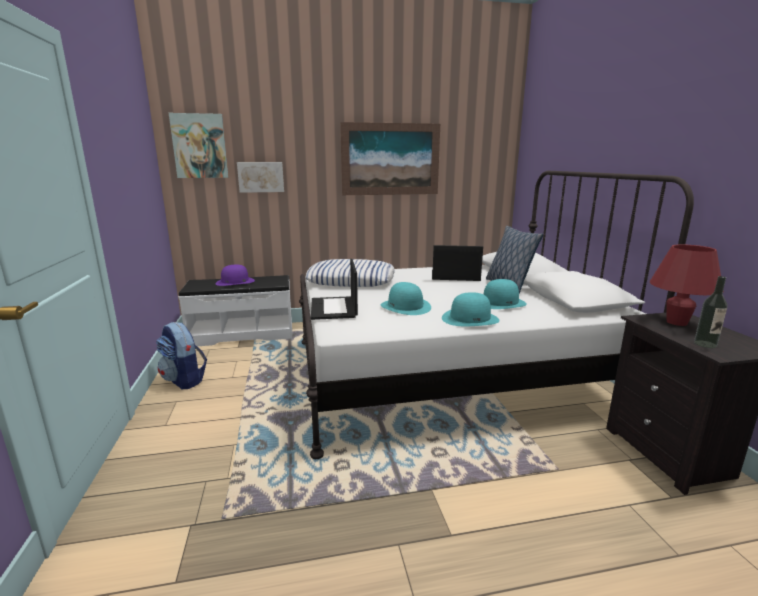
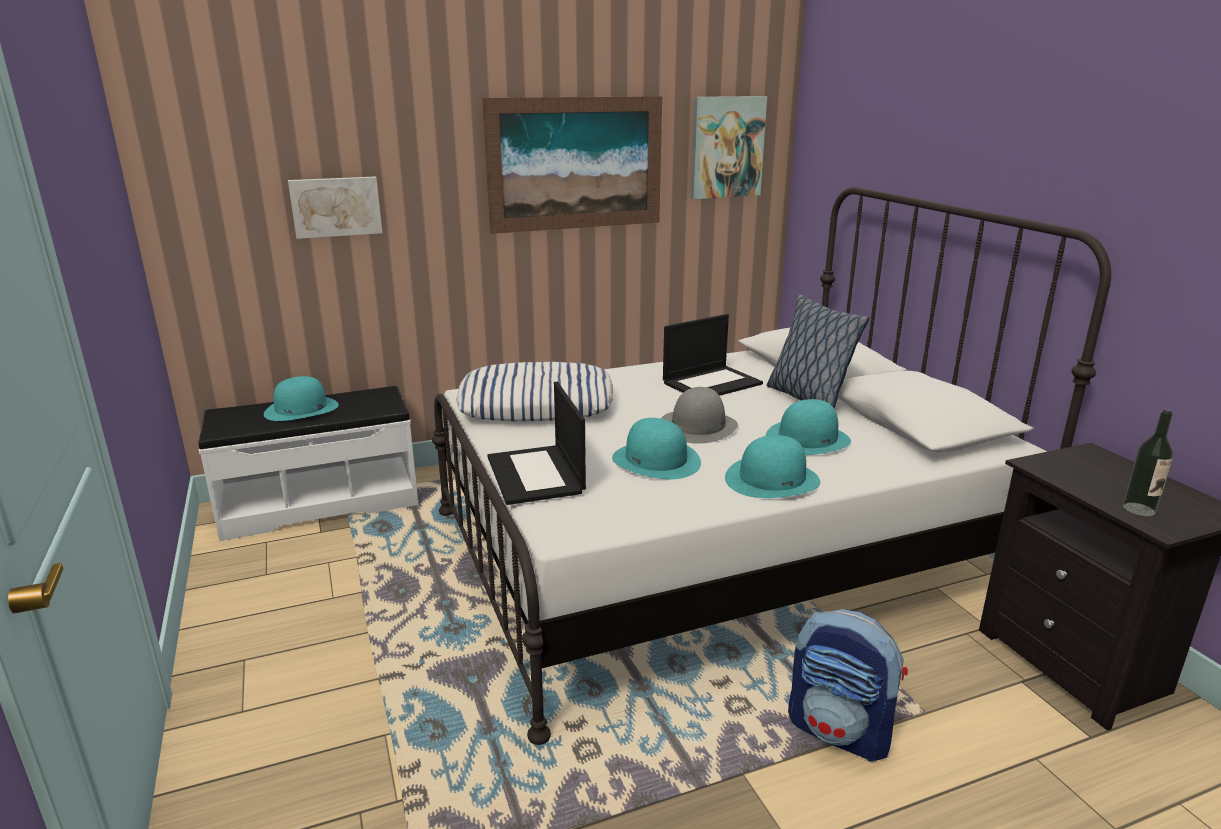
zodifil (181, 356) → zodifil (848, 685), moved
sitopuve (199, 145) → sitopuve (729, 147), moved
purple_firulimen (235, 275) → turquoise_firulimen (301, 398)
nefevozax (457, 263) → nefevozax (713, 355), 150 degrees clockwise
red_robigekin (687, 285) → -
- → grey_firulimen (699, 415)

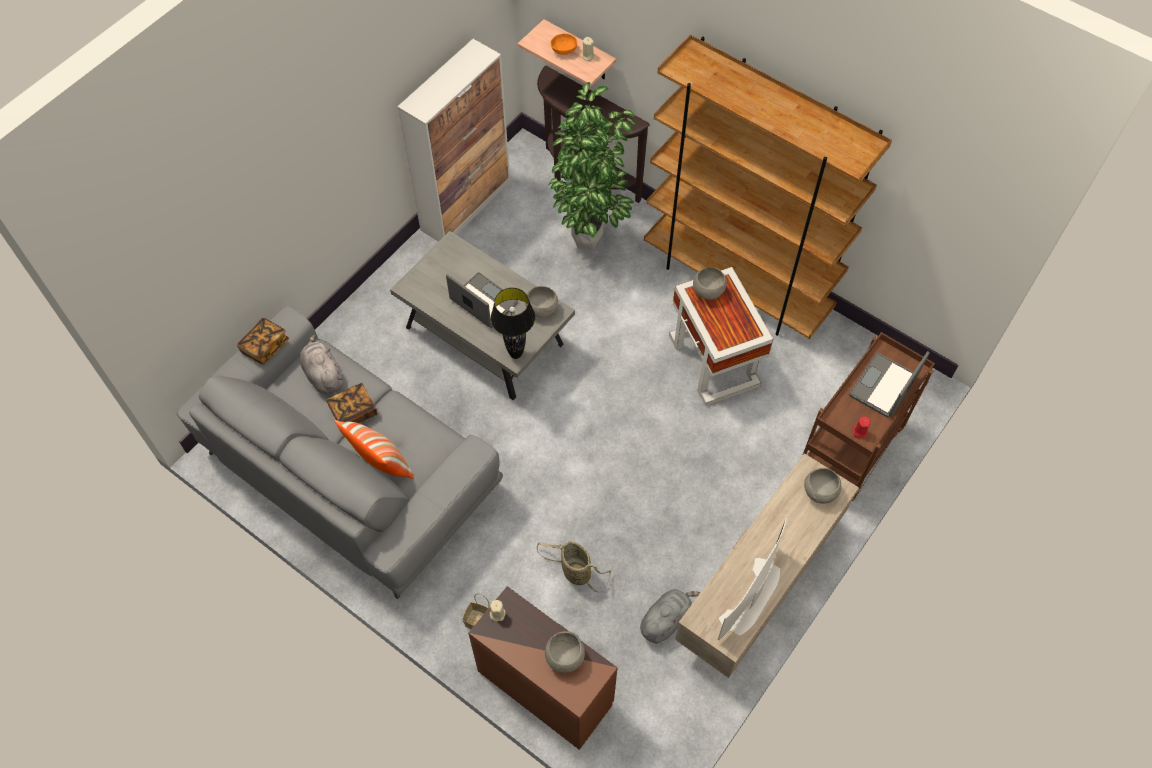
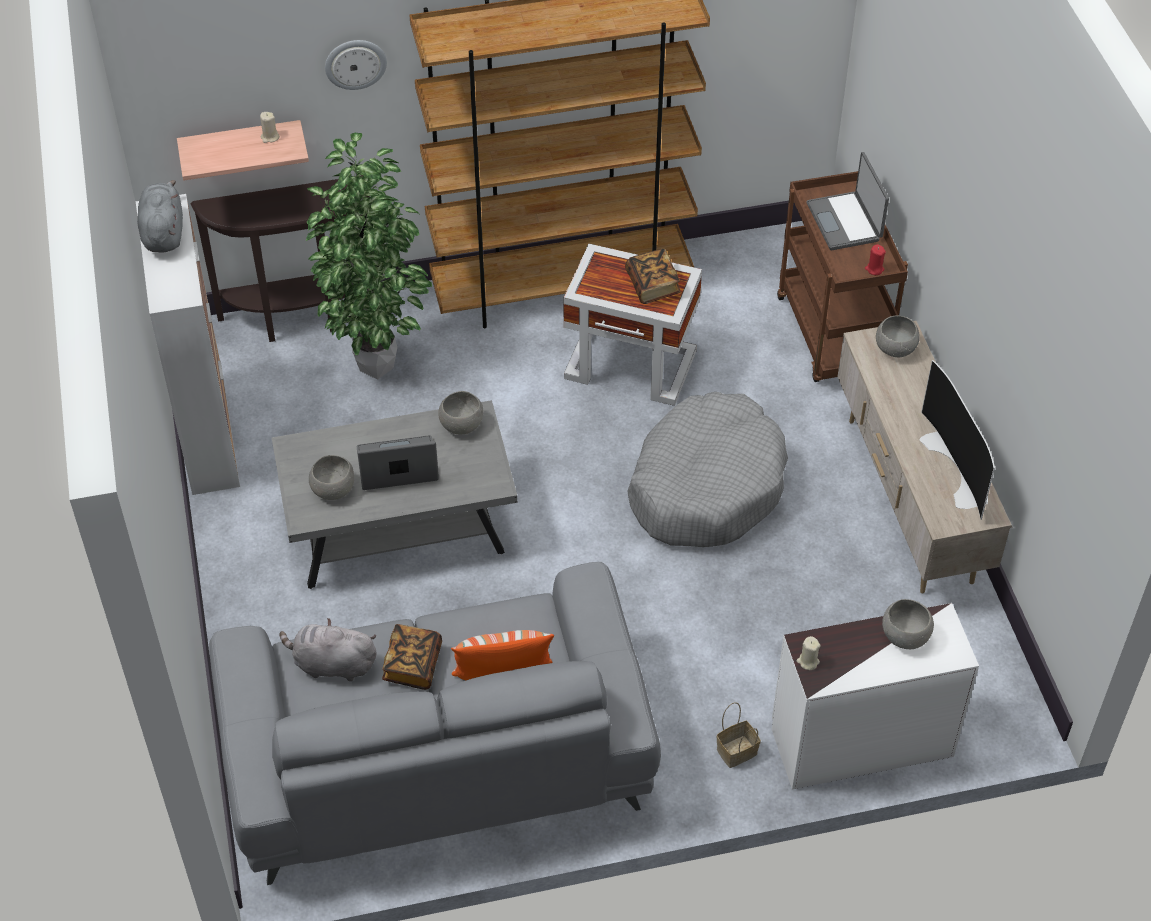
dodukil (263, 341) → dodukil (653, 276), moved
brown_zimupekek (542, 668) → white_zimupekek (875, 696)
black_robigekin (513, 323) → -
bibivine (574, 567) → -
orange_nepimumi (563, 44) → -
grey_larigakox (670, 616) → grey_larigakox (160, 216), moved
grey_nepimumi (710, 283) → grey_nepimumi (331, 477), moved
- → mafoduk (356, 65)
- → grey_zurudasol (707, 469)

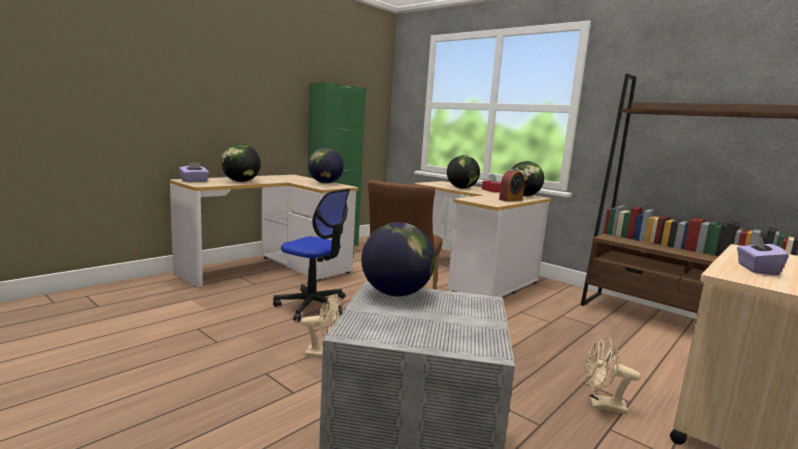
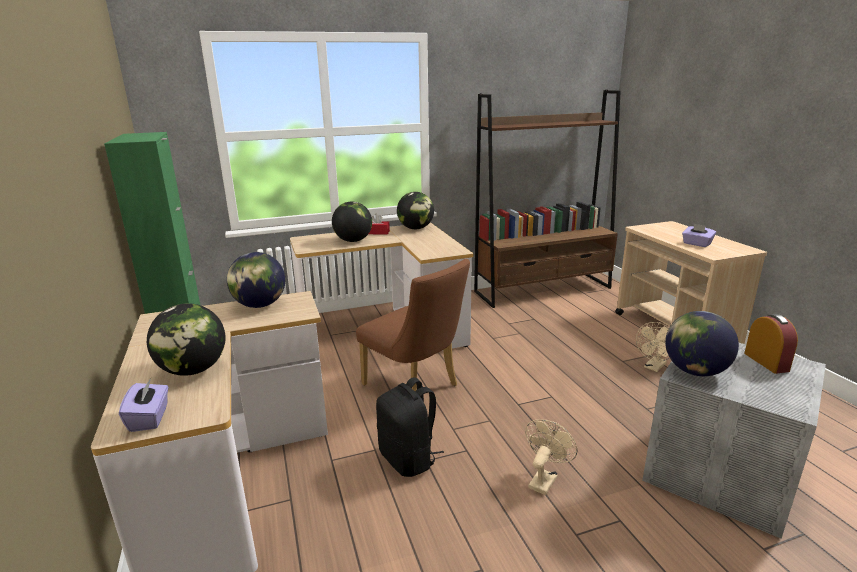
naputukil (311, 255) → black_zodifil (410, 427)
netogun (512, 185) → netogun (771, 344), moved

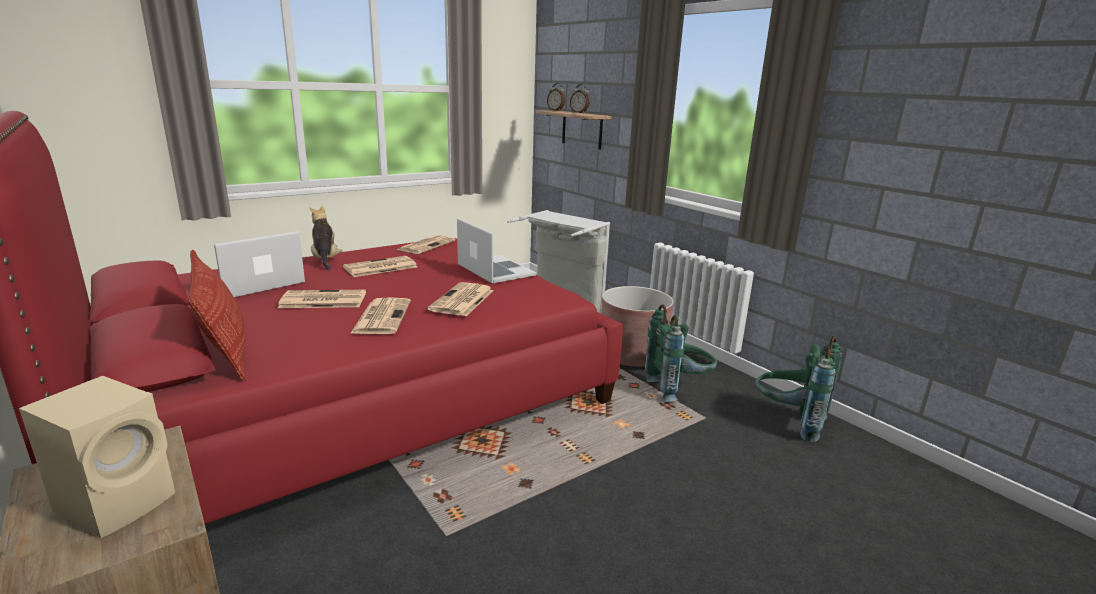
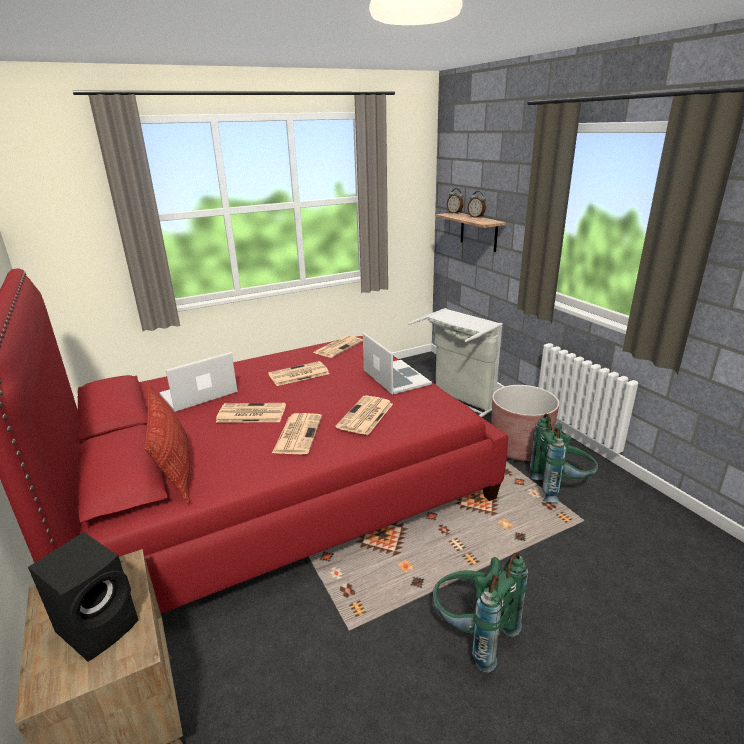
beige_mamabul (97, 457) → black_mamabul (83, 597)
larigakox (326, 238) → -
green_zodifil (798, 389) → green_zodifil (480, 613), moved

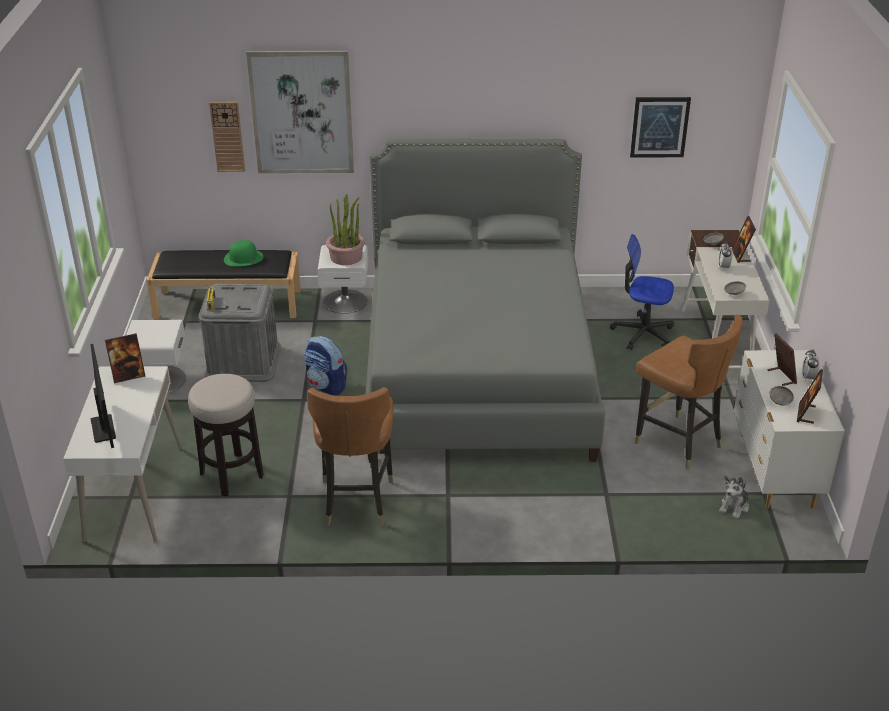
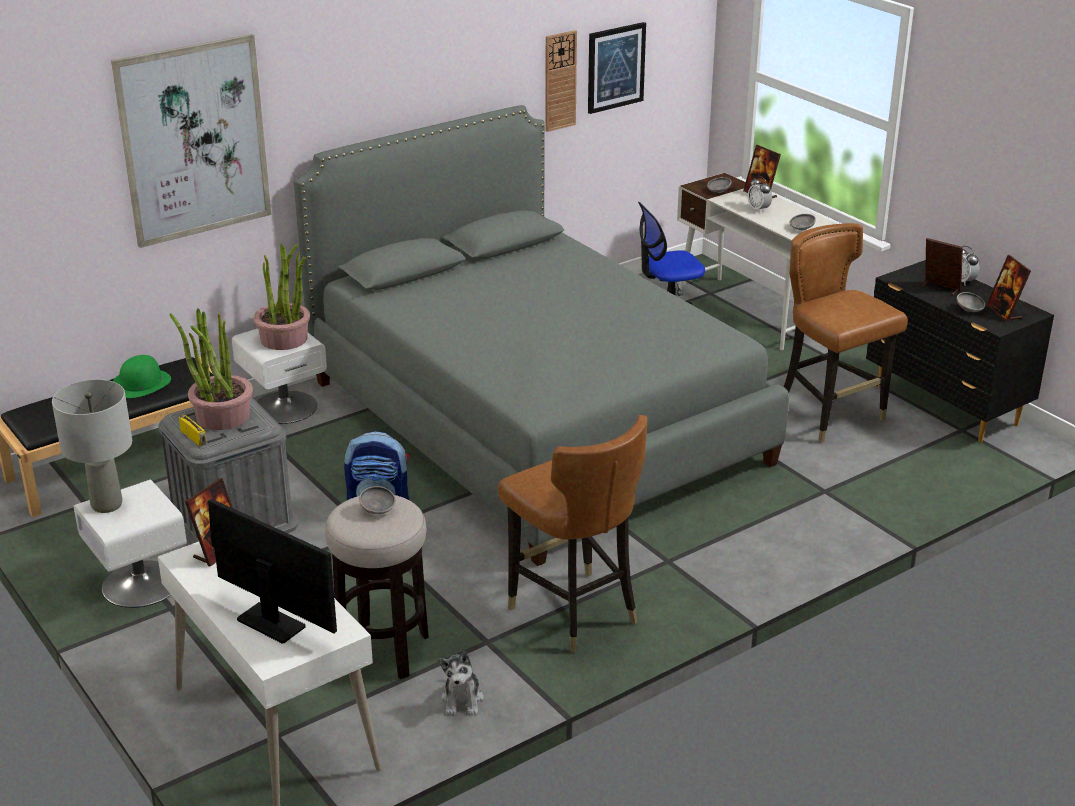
mafoduk (227, 137) → mafoduk (561, 81), moved
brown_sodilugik (689, 392) → brown_sodilugik (846, 333), 135 degrees counterclockwise
larigakox (734, 497) → larigakox (461, 683), moved
white_zimupekek (789, 429) → black_zimupekek (960, 351)
- → grey_robigekin (92, 446)
- → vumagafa (211, 369)
- → grey_nepimumi (377, 500)

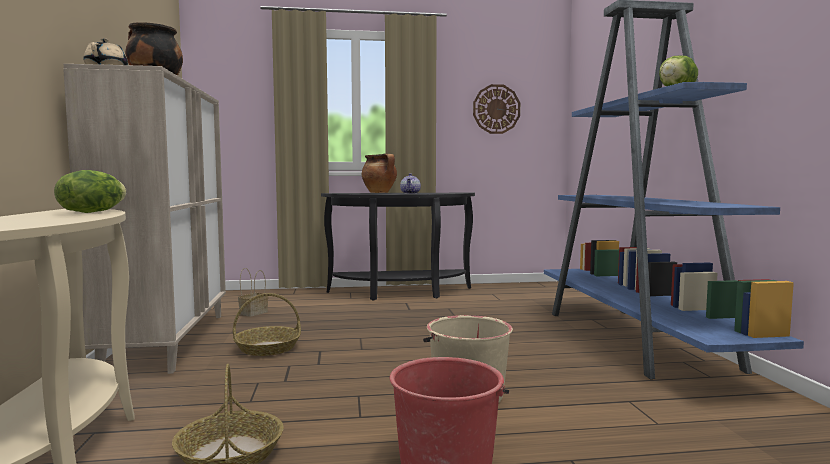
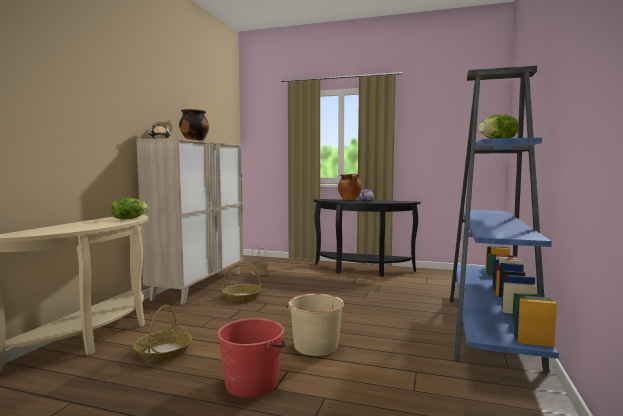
mafoduk (496, 109) → -

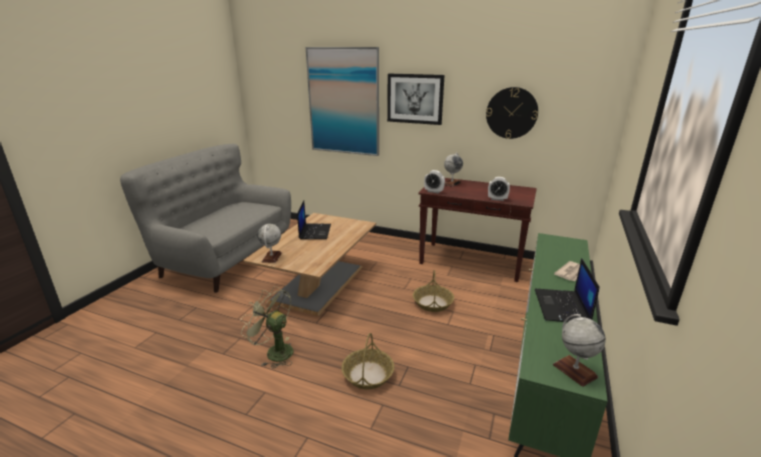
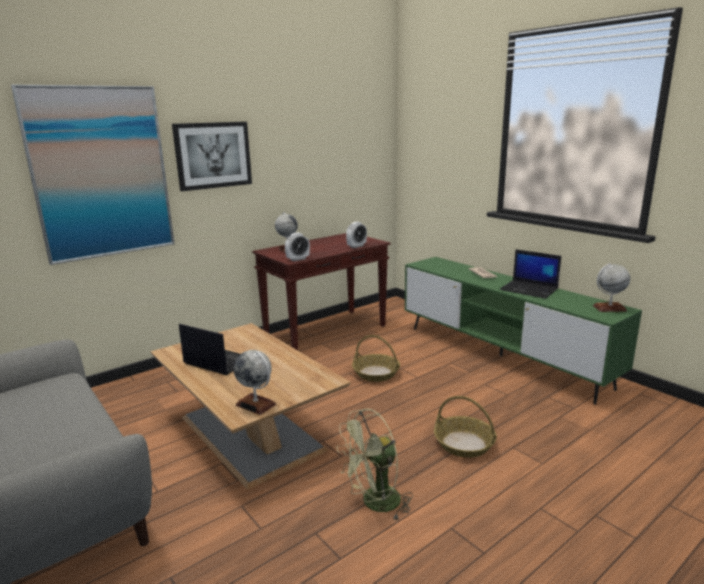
mafoduk (512, 113) → -

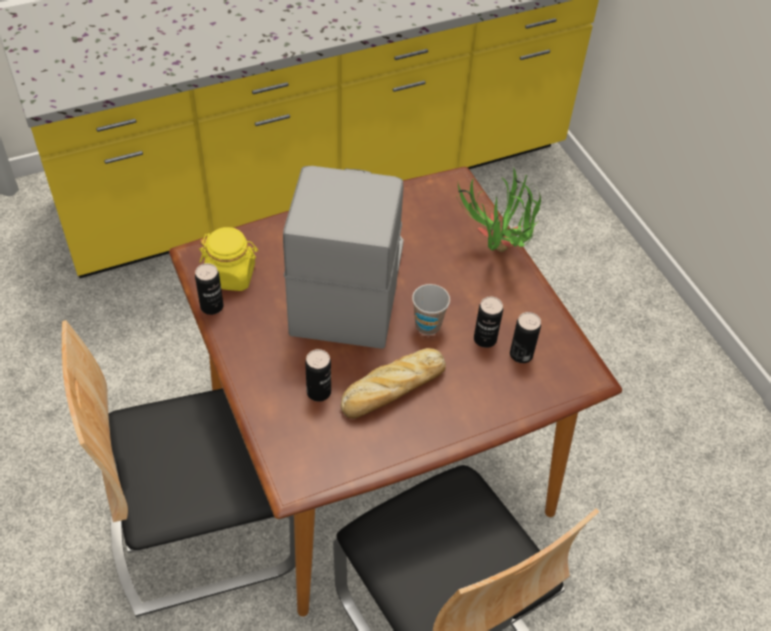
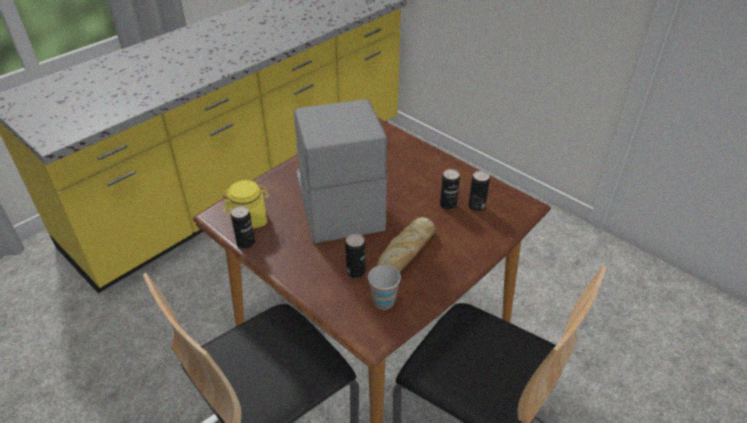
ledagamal (431, 309) → ledagamal (384, 287), moved
vumagafa (499, 209) → -

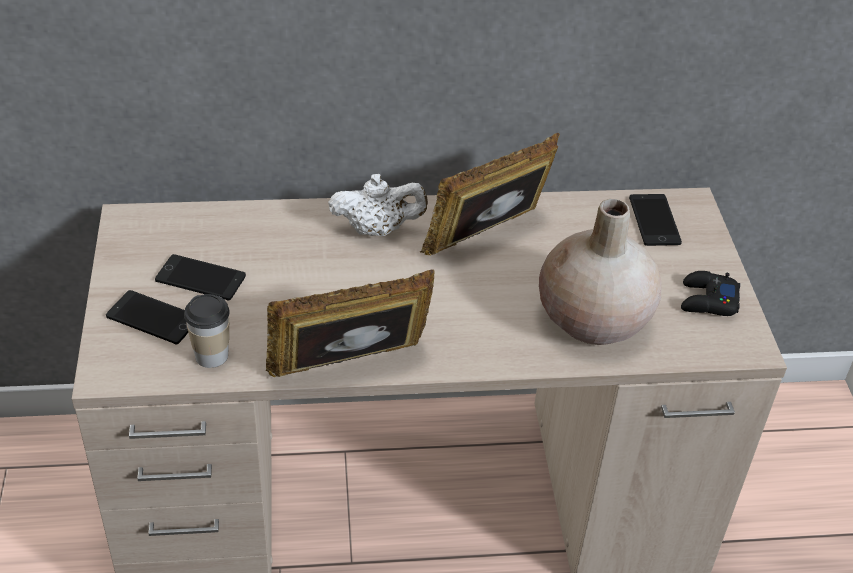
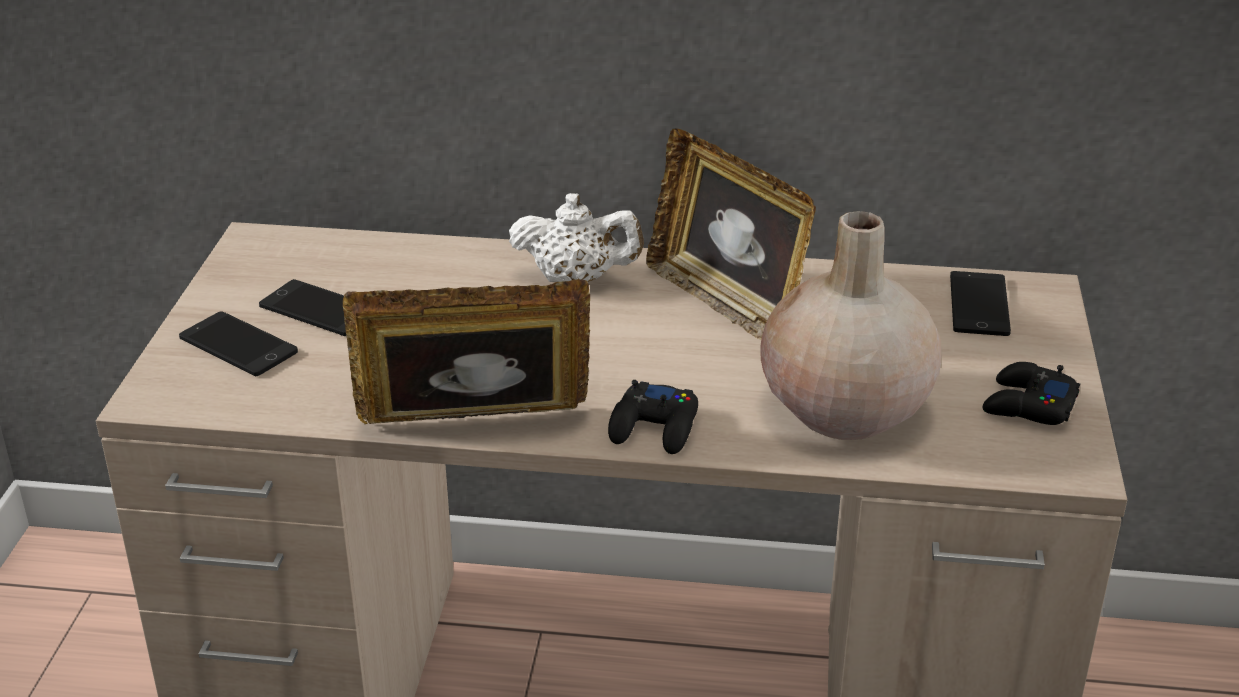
ledagamal (207, 331) → -
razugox (490, 194) → razugox (731, 234), 105 degrees counterclockwise
- → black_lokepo (653, 417)

